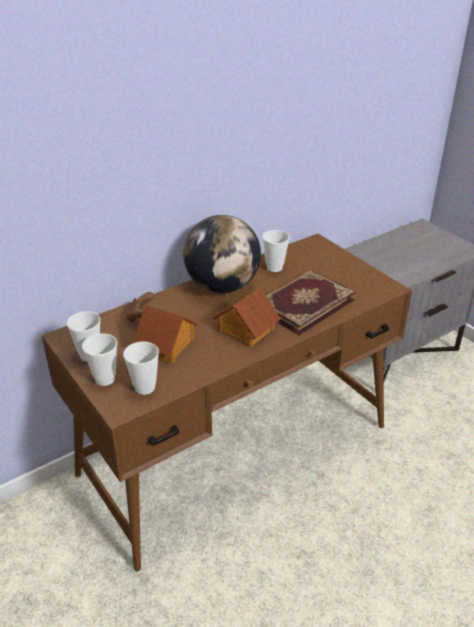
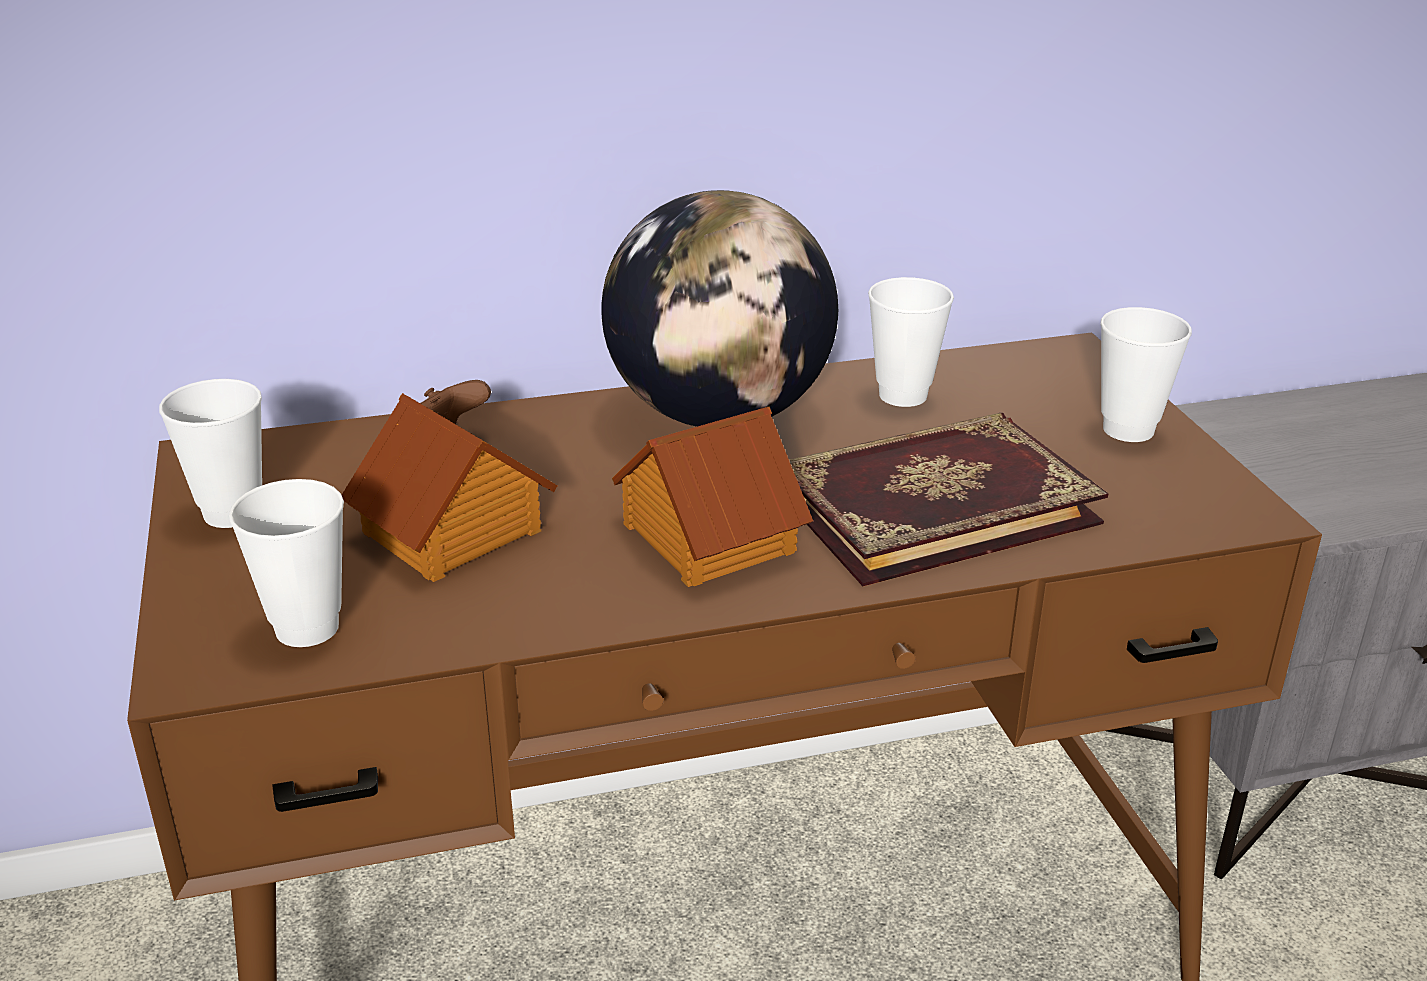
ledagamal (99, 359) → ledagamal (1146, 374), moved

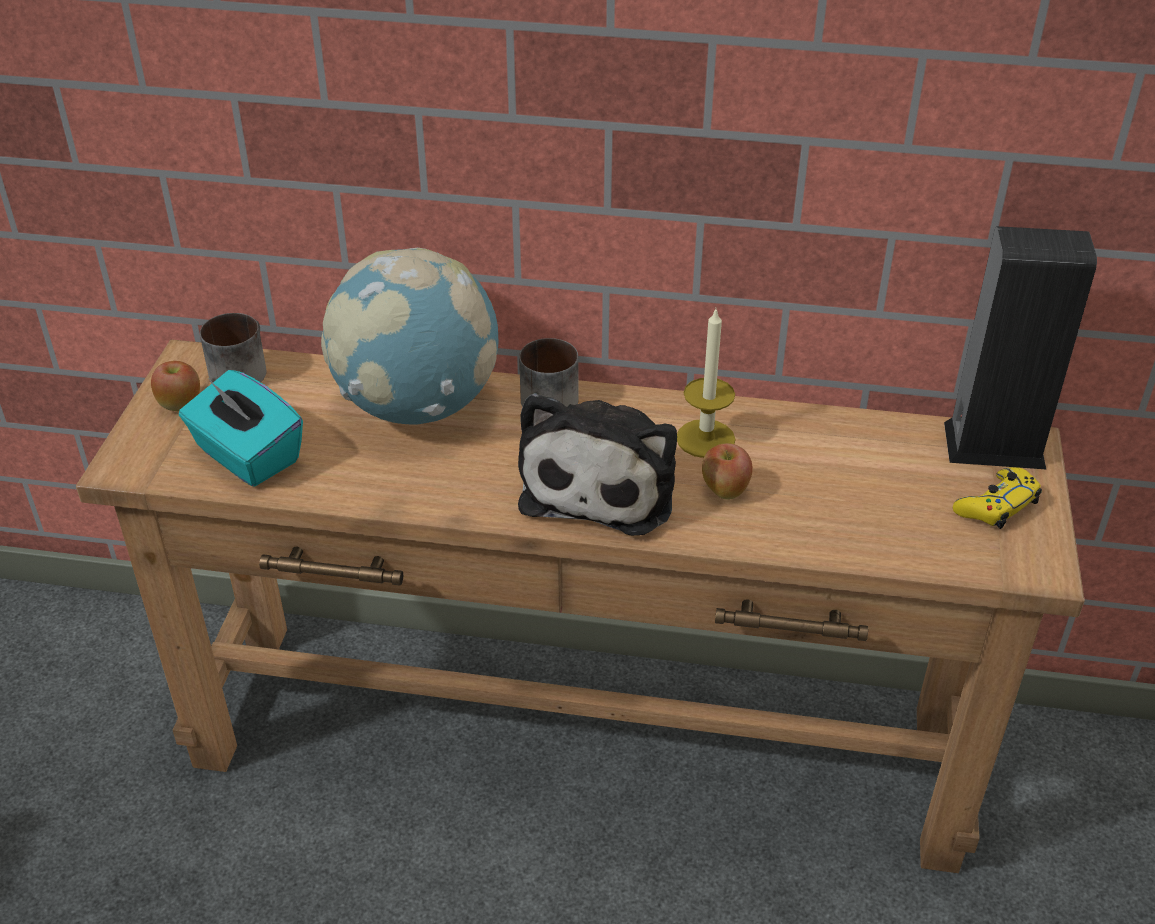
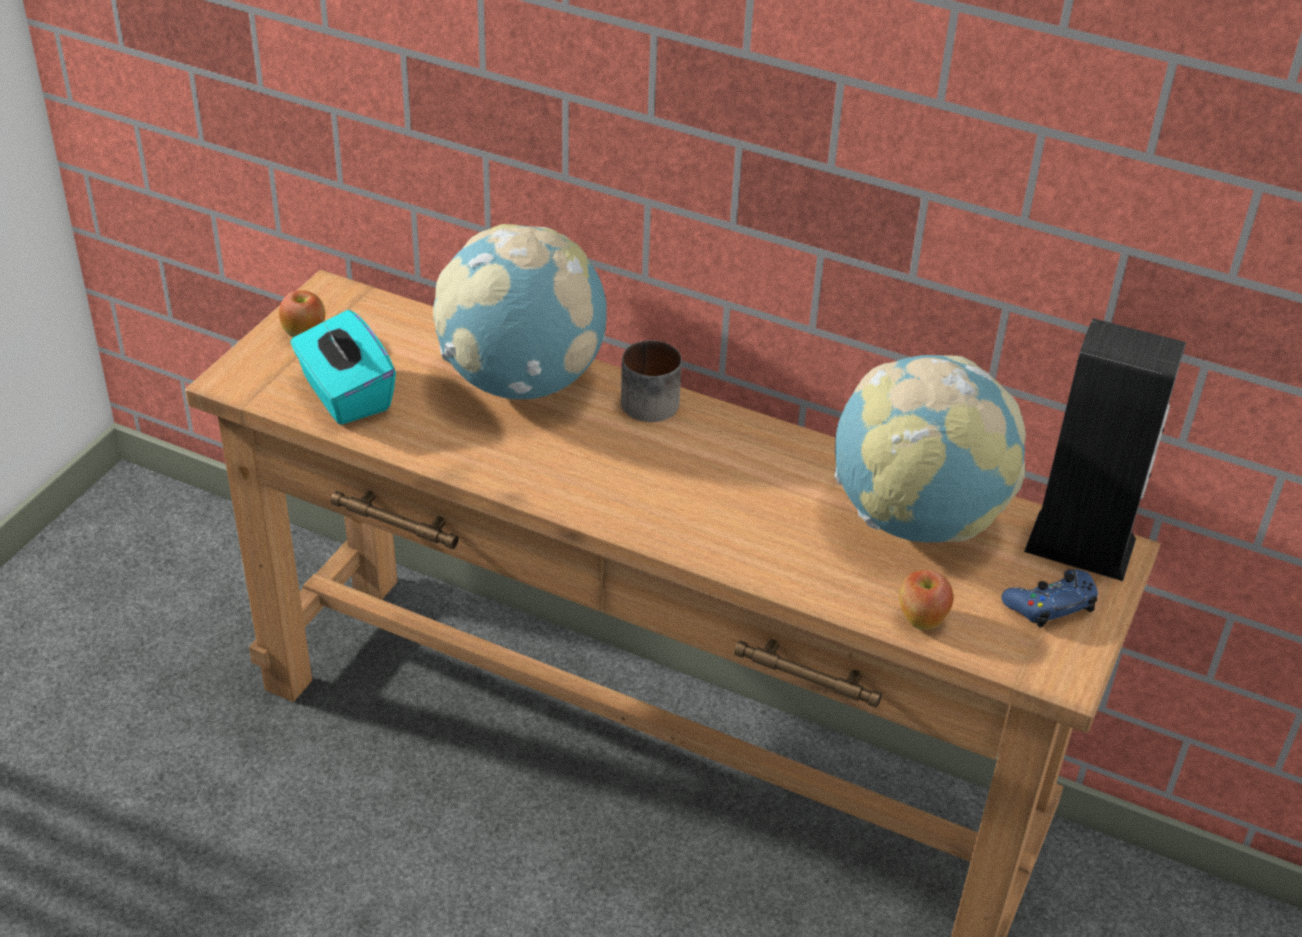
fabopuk (233, 348) → -
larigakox (597, 464) → -
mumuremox (706, 383) → -
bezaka (727, 471) → bezaka (926, 600), moved
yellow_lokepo (997, 498) → blue_lokepo (1049, 598)
- → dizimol (930, 448)

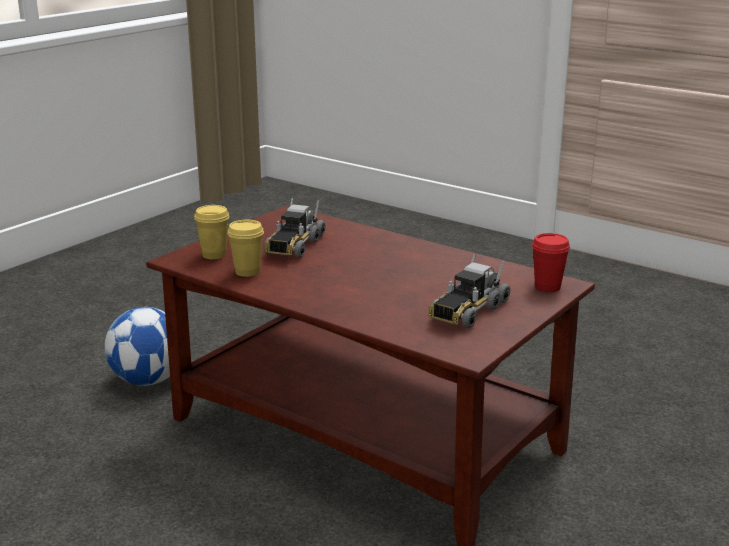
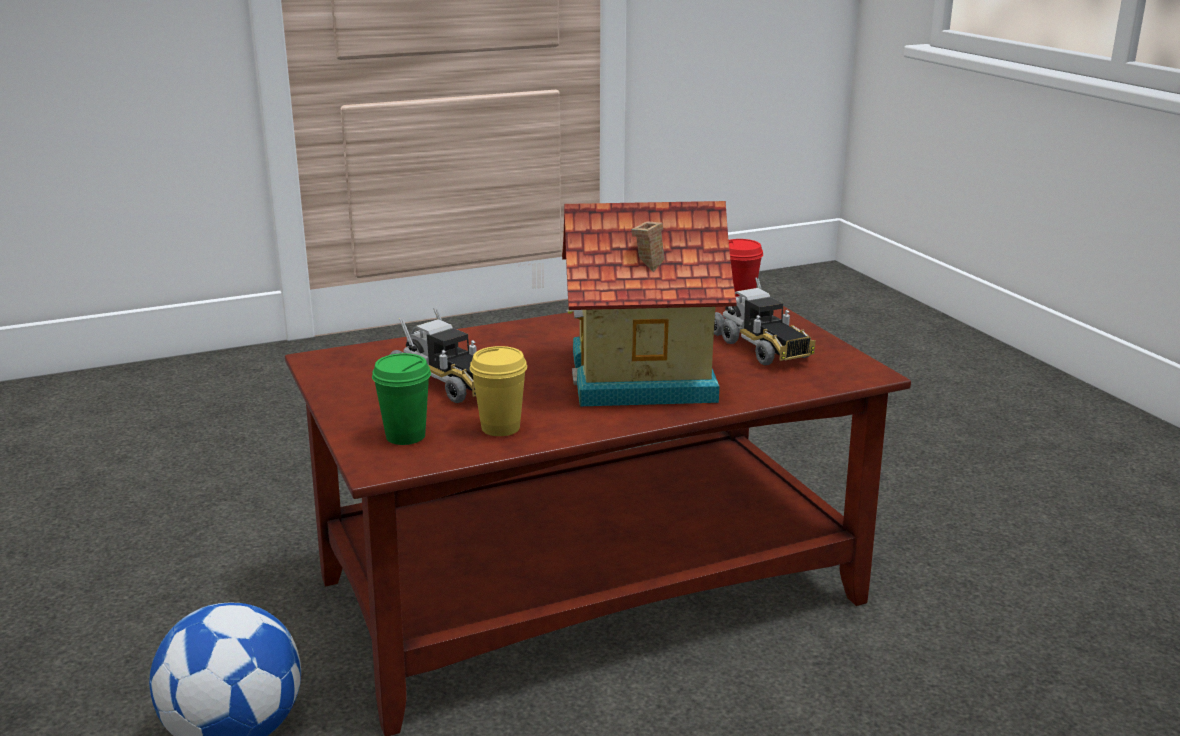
yellow_ledagamal (212, 232) → green_ledagamal (401, 399)
- → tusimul (649, 303)

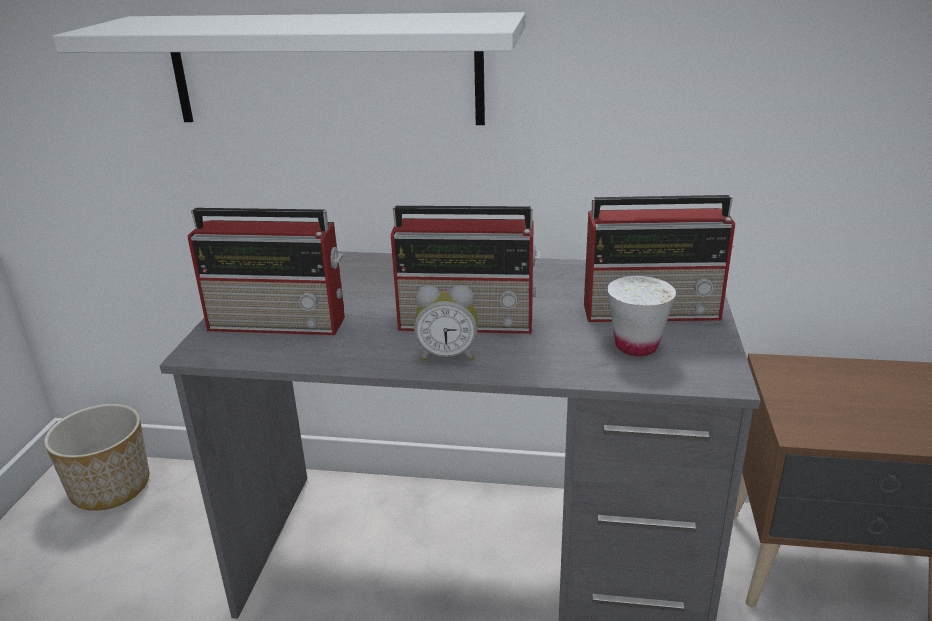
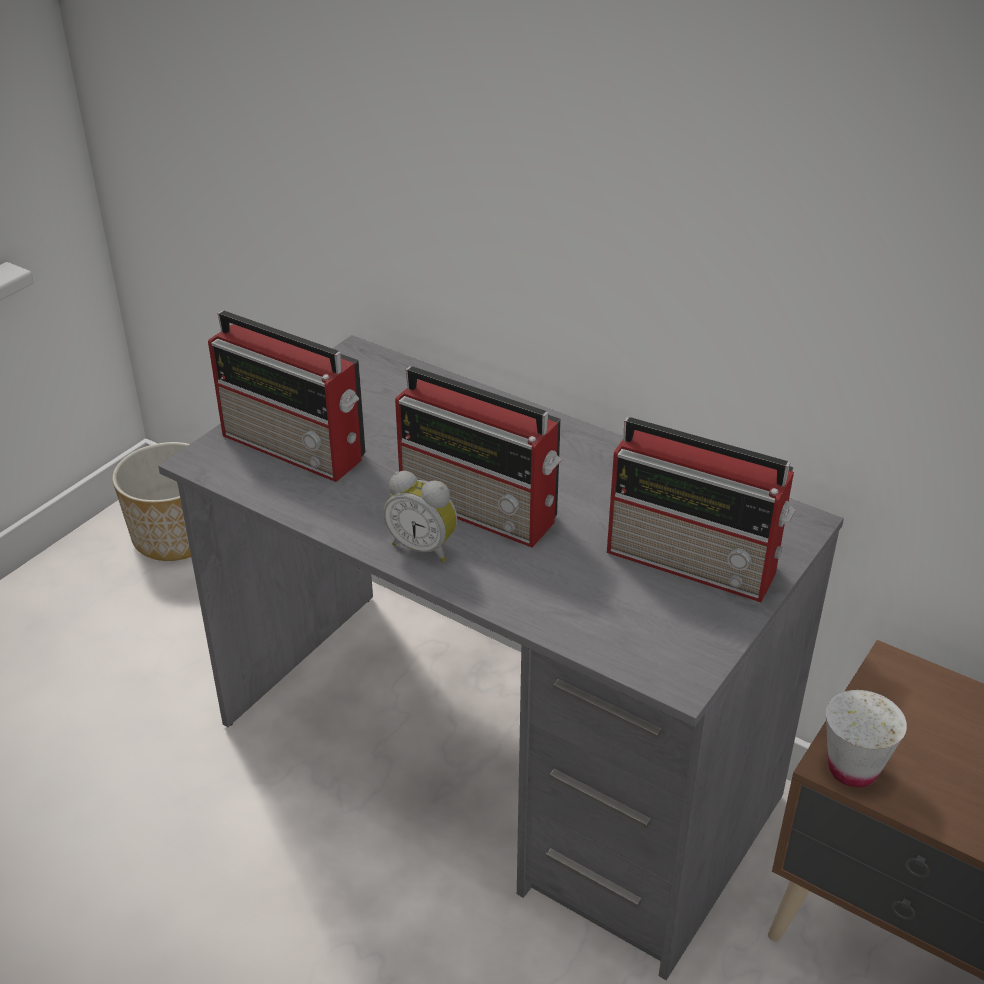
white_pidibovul (289, 68) → -
white_ledagamal (641, 316) → white_ledagamal (866, 738), moved

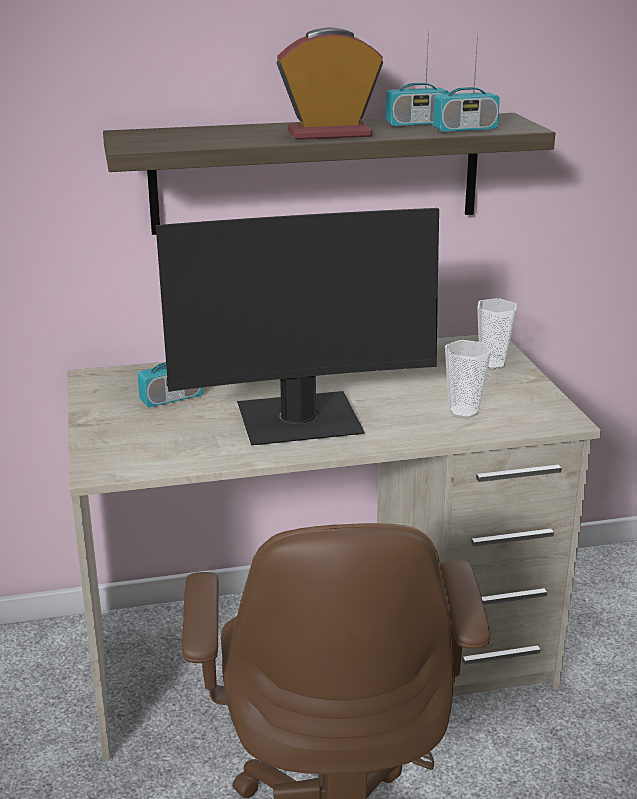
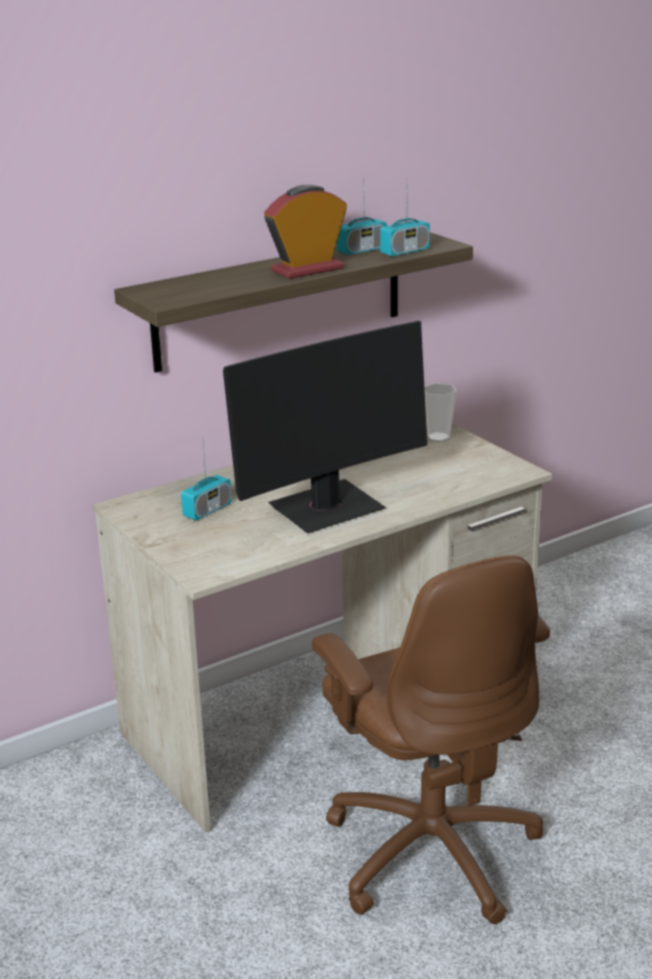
ledagamal (468, 379) → -

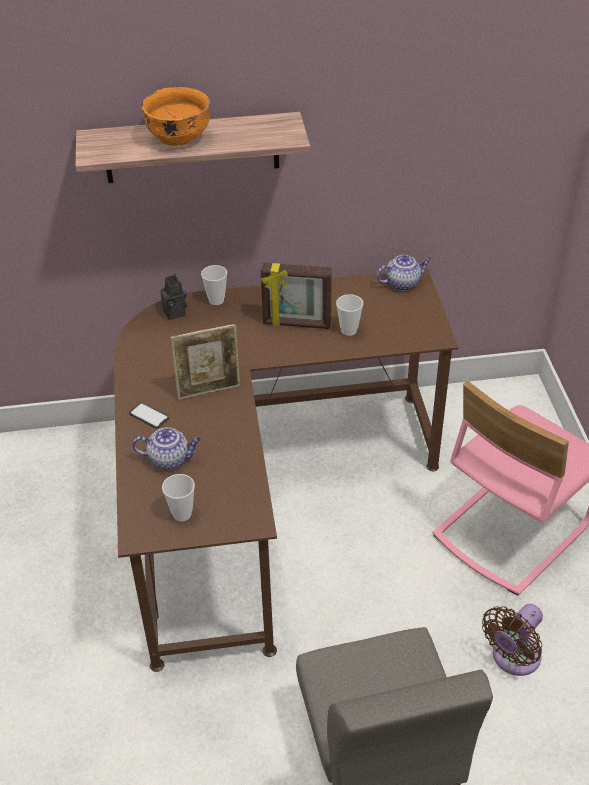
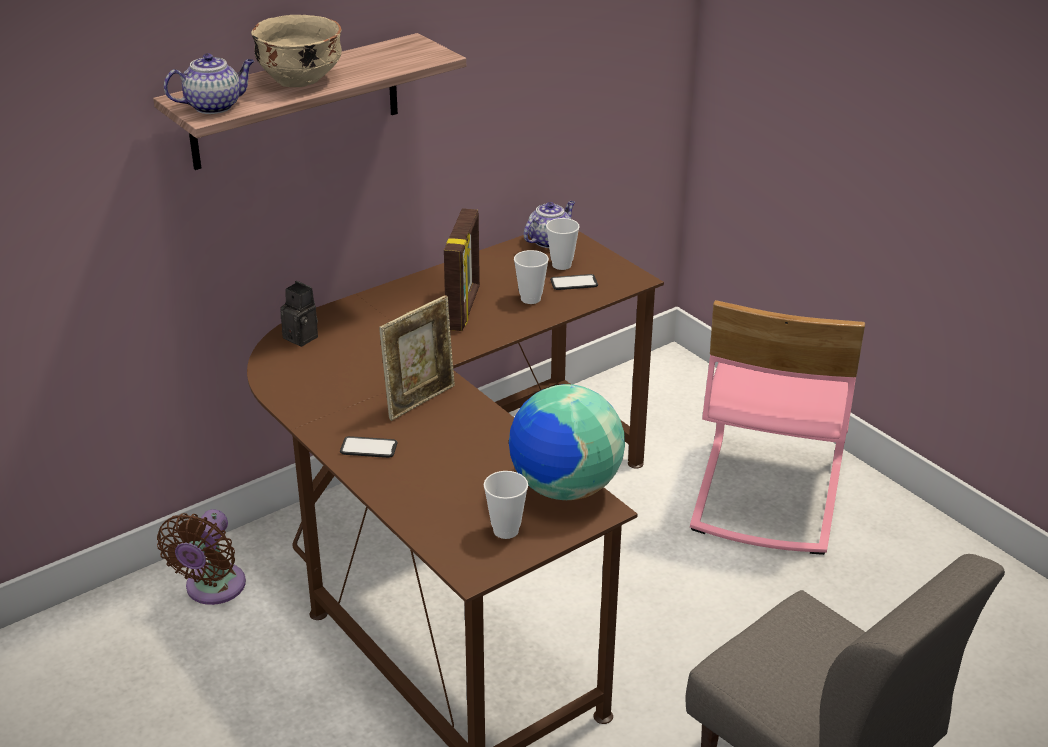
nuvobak (166, 448) → nuvobak (209, 83), moved
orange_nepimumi (176, 116) → beige_nepimumi (296, 51)
ledagamal (214, 285) → ledagamal (563, 244), moved
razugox (296, 296) → razugox (462, 269), 60 degrees counterclockwise
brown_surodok (512, 640) → brown_surodok (201, 557), moved
- → dizimol (567, 442)
- → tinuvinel (574, 282)

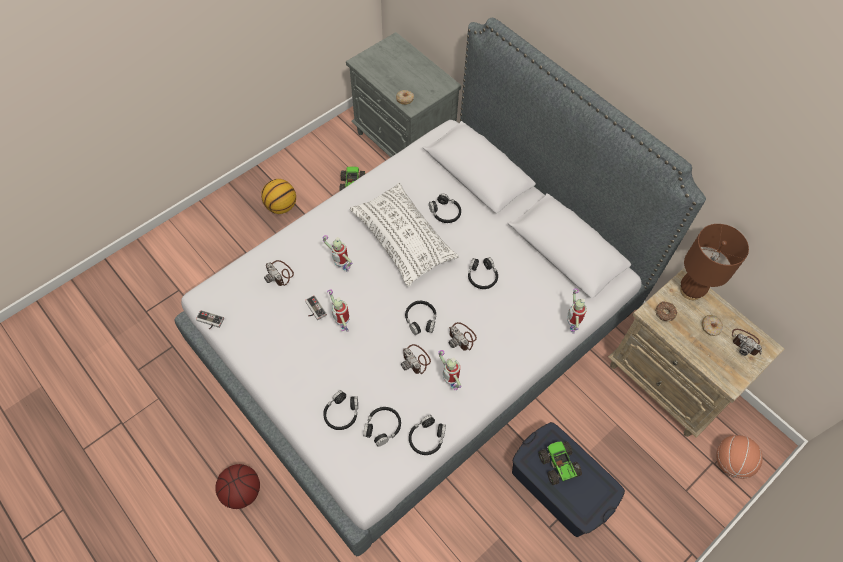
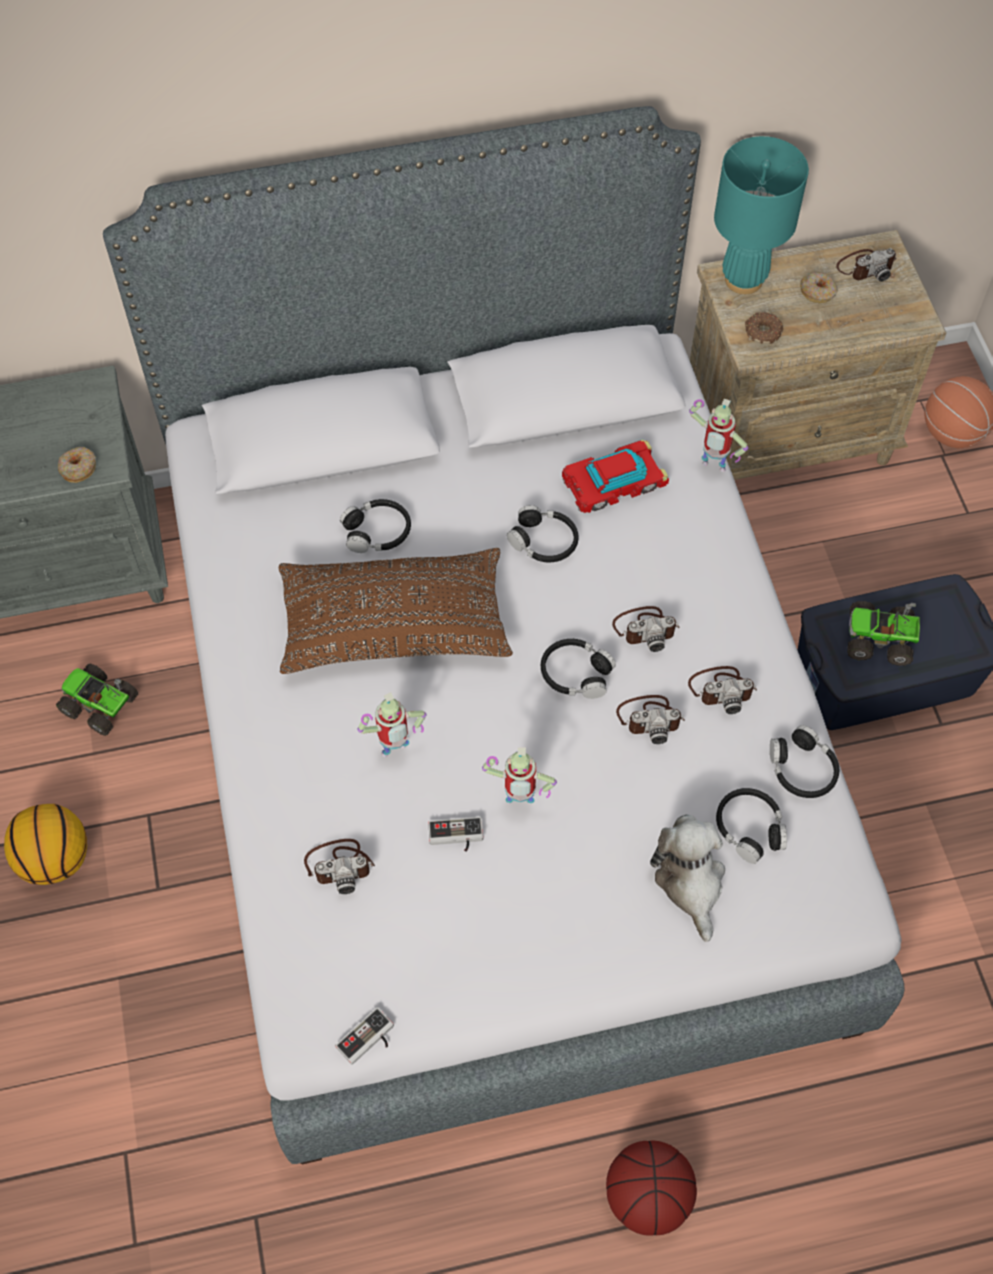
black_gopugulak (340, 410) → larigakox (687, 878)
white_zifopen (404, 235) → brown_zifopen (396, 611)
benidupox (450, 370) → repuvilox (722, 690)
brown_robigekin (714, 262) → turquoise_robigekin (761, 215)
- → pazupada (615, 476)

